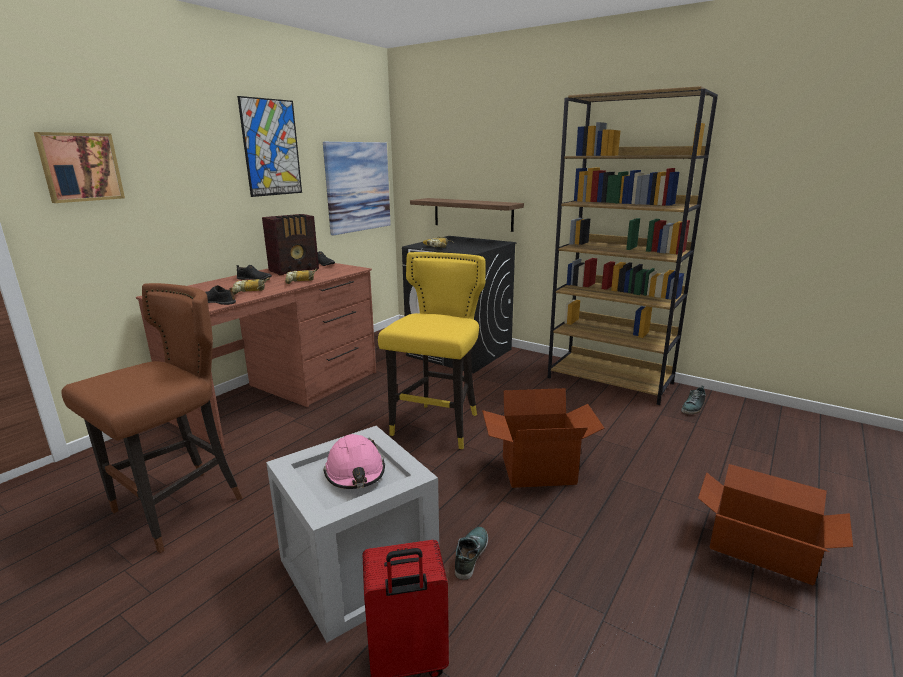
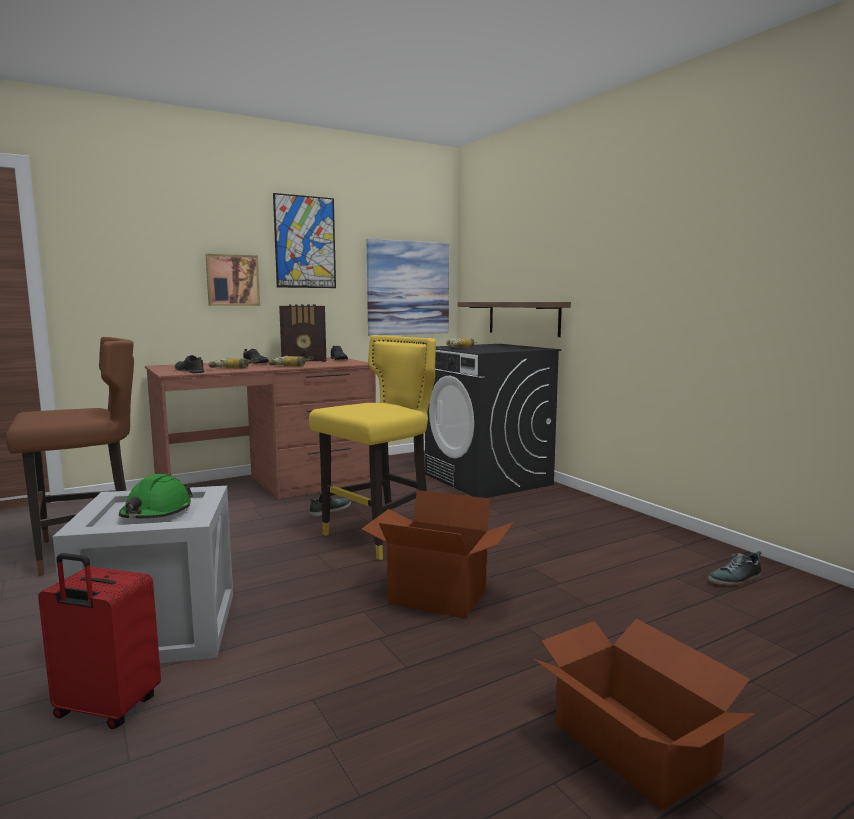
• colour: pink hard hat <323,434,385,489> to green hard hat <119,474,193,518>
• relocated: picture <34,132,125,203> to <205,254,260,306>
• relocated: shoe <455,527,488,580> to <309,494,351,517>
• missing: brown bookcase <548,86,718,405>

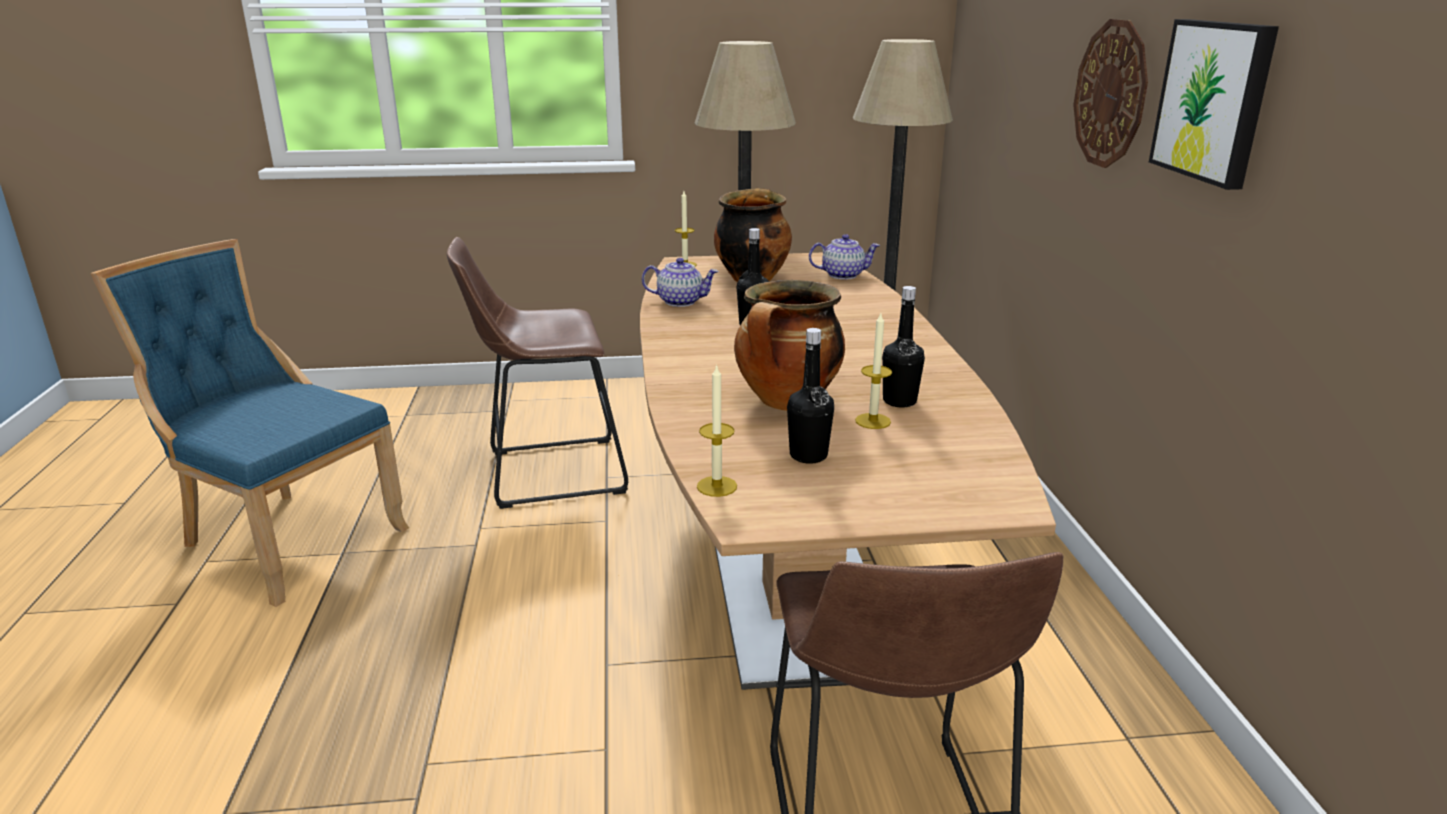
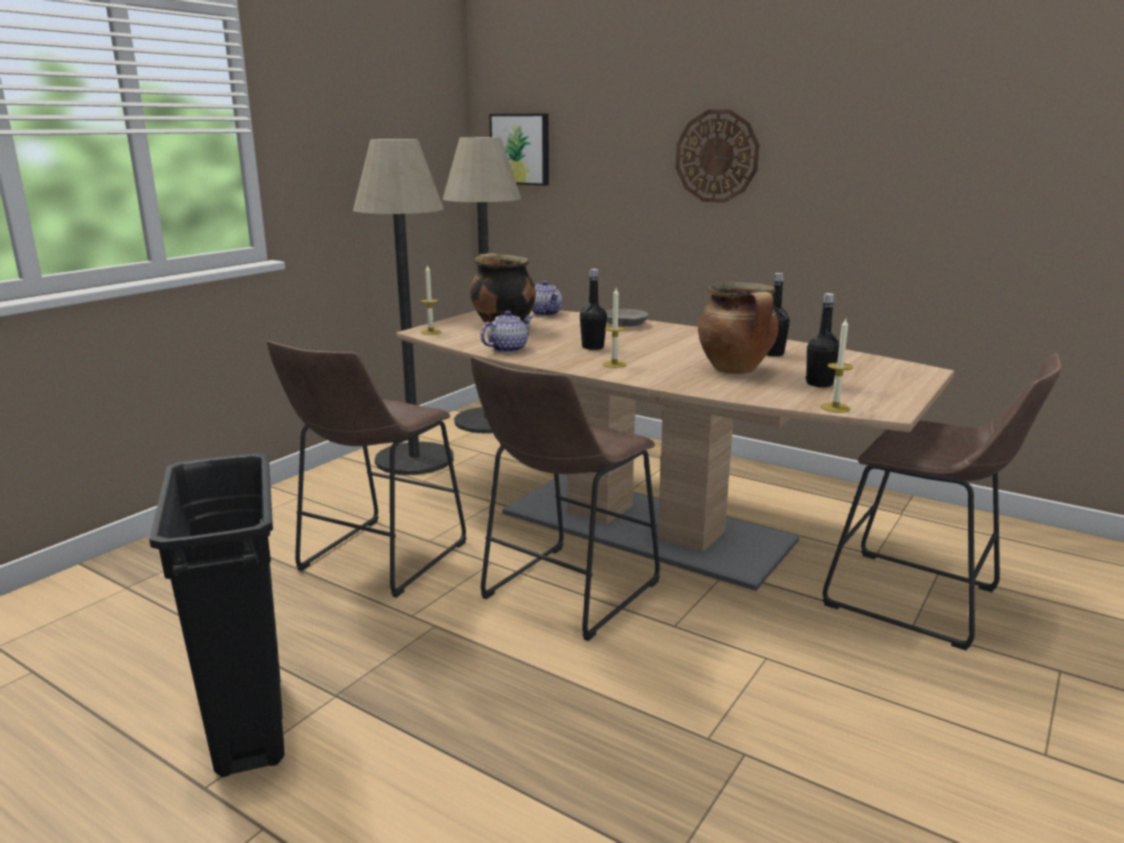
• exchanged: blue chair <90,239,409,607> to black trash can <149,453,284,777>
• appeared: brown stool <470,356,660,641>
• relocated: picture <1149,19,1279,190> to <489,113,549,186>
• spun: teapot <809,234,880,280> = <532,281,562,316> 120 degrees clockwise
• relocated: candle <855,314,892,429> to <603,288,626,368>
• appeared: grey bowl <606,309,648,327>

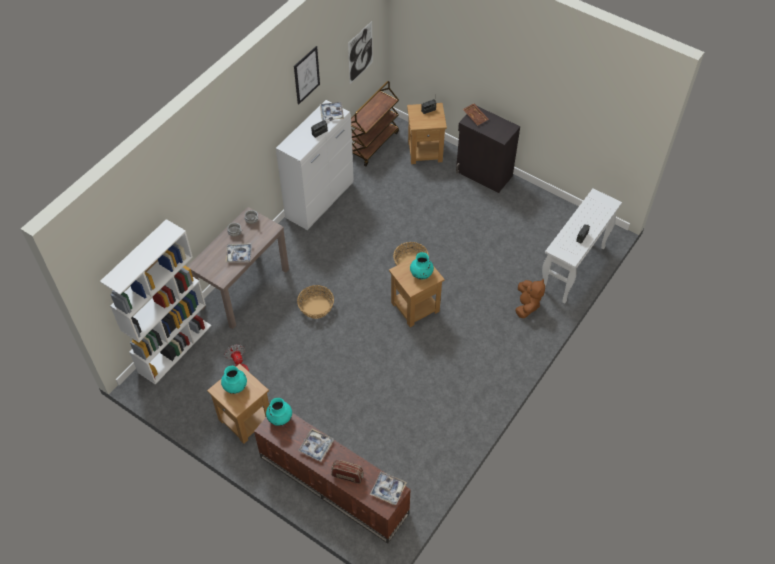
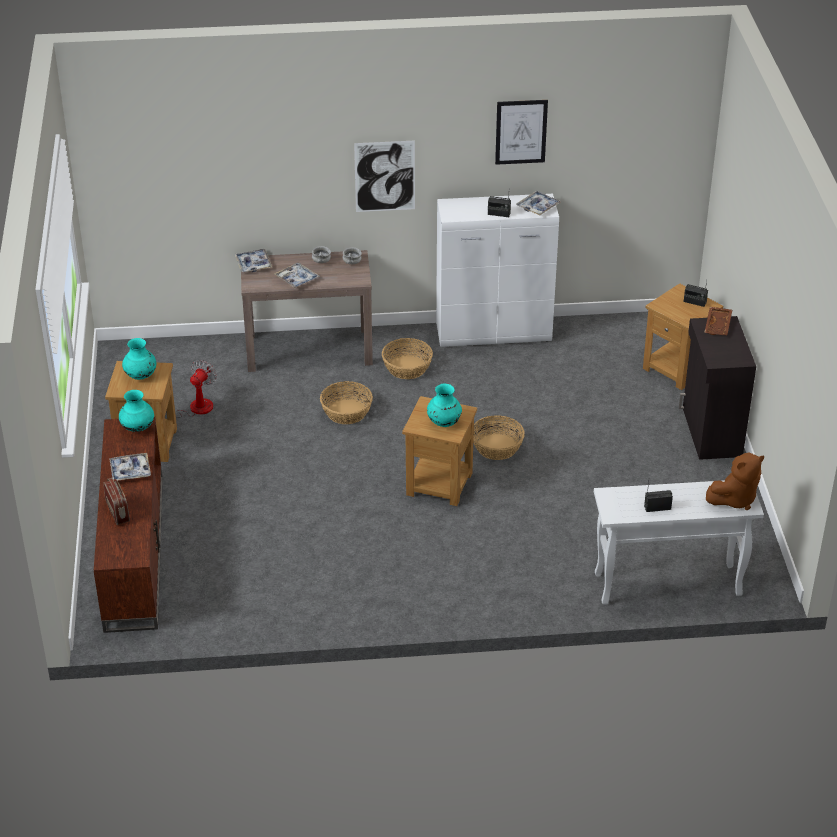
• relocated: tray <370,472,407,505> to <235,249,272,272>
• relocated: picture <348,21,373,84> to <354,141,415,212>
• appeared: basket <382,338,433,379>
• relocated: brown plush toy <515,279,545,318> to <706,452,764,510>
• missing: white bookcase <100,219,211,384>
• missing: brown cart <351,81,399,166>

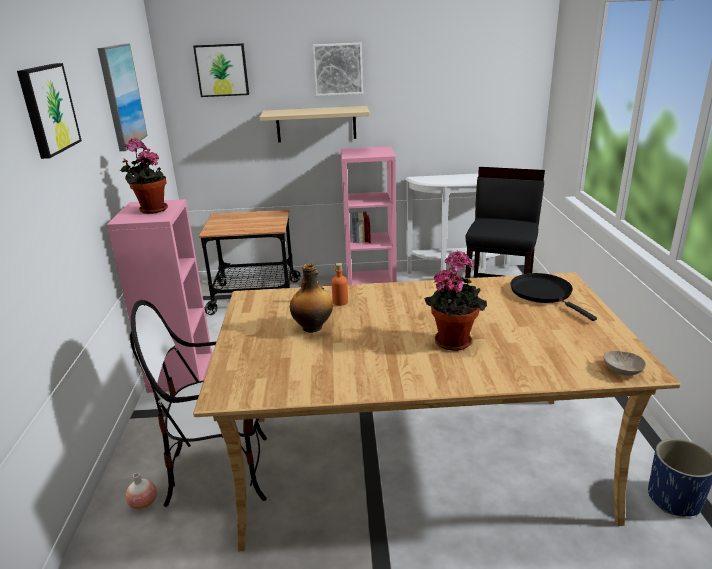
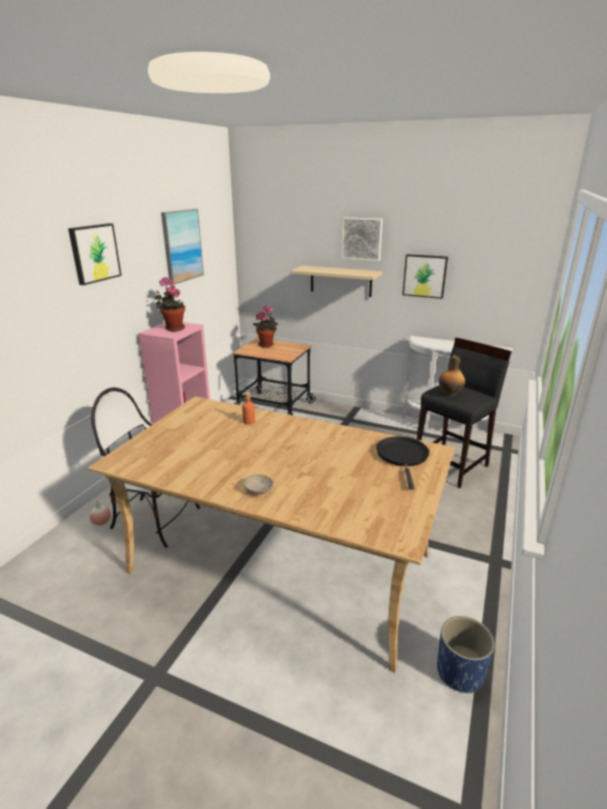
• relocated: beige bowl <603,351,646,376> to <244,474,273,495>
• relocated: potted plant <424,250,487,351> to <253,305,278,347>
• relocated: picture <193,43,249,97> to <402,254,448,299>
• relocated: bottle <290,263,333,333> to <439,356,465,397>
• missing: pink bookcase <341,146,397,285>

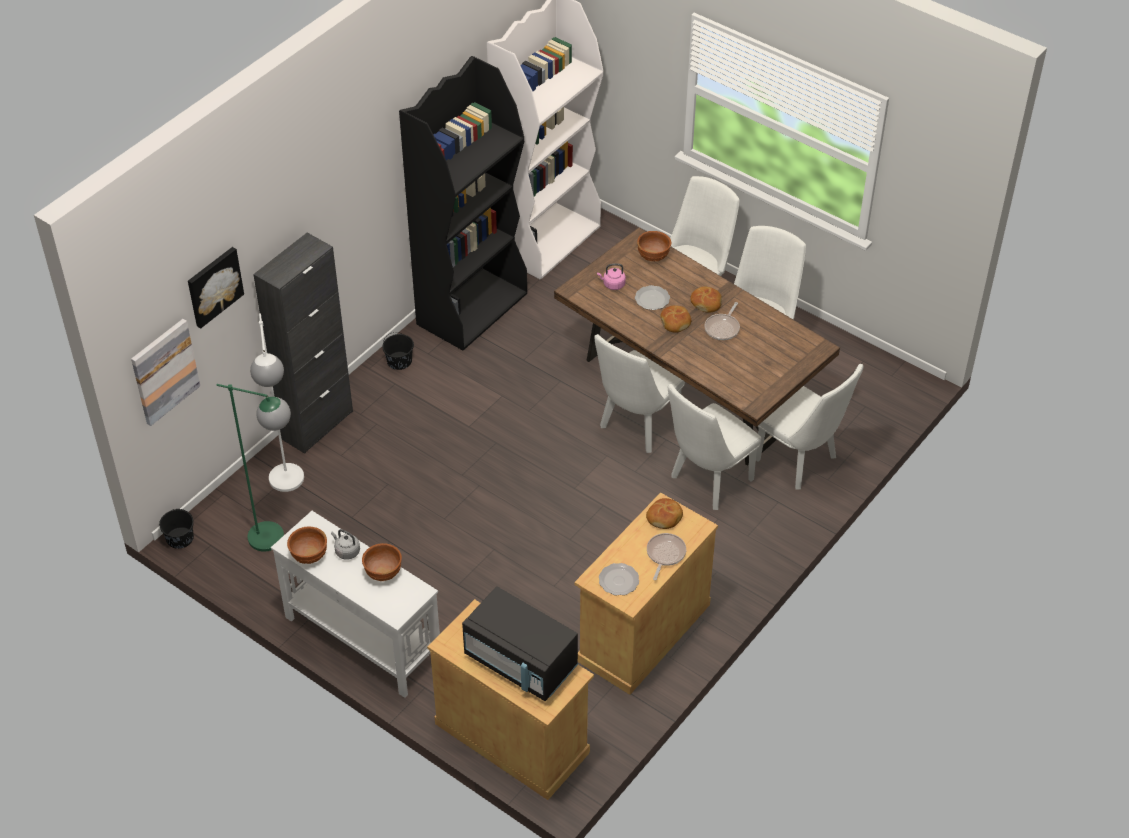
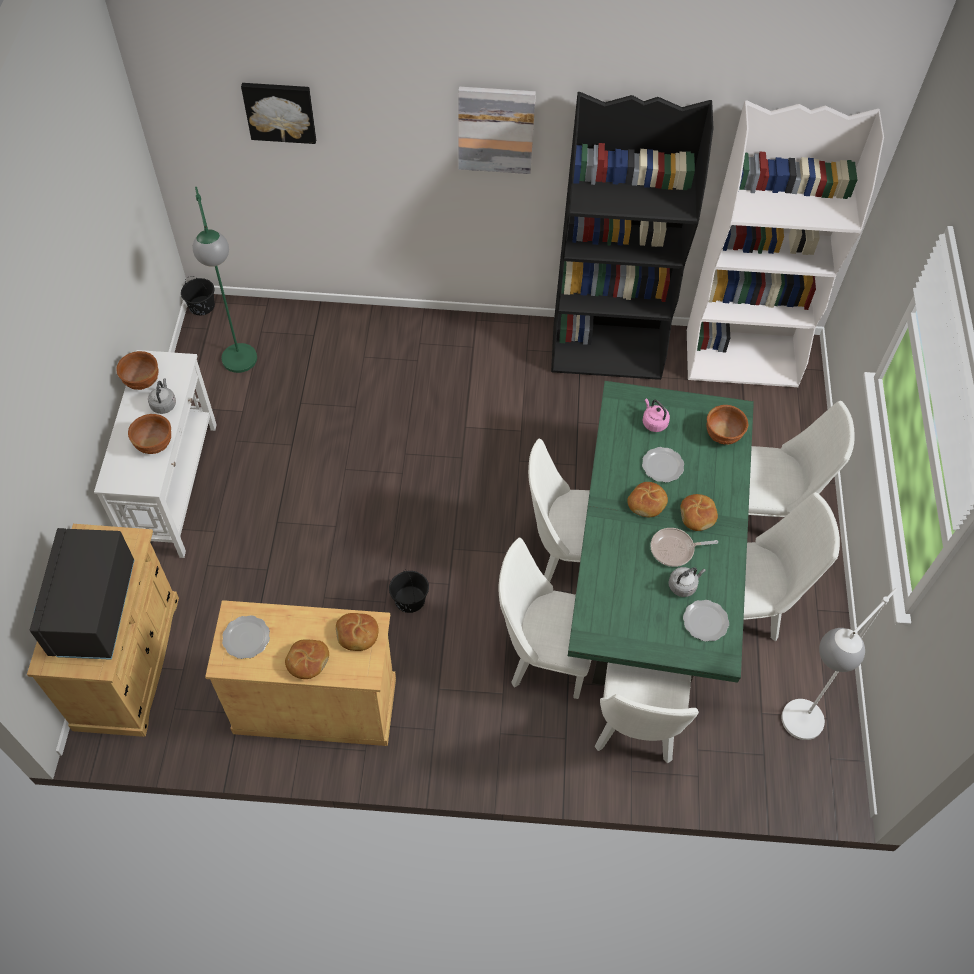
• exchanged: frying pan <647,533,686,580> to bread <285,639,329,679>
• relocated: black bucket <382,332,414,370> to <389,570,429,613>
• relocated: picture <131,319,200,426> to <458,86,536,174>
• colour: brown dining table <554,227,840,465> to green dining table <568,381,754,685>
• appeared: grey kettle <668,567,706,597>
• appeared: plate <683,600,729,642>
• relocated: white floor lamp <250,313,304,492> to <782,588,897,740>
• missing: black cabinet <253,233,353,454>

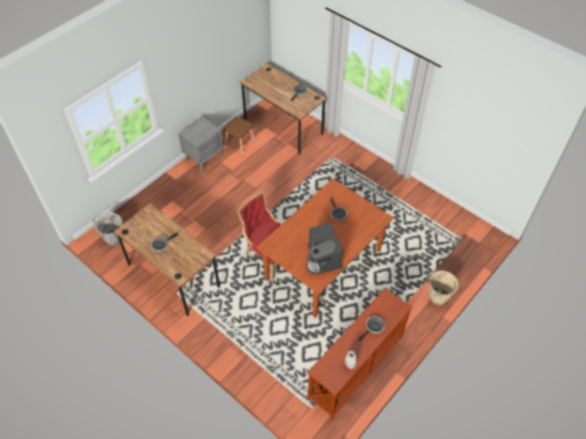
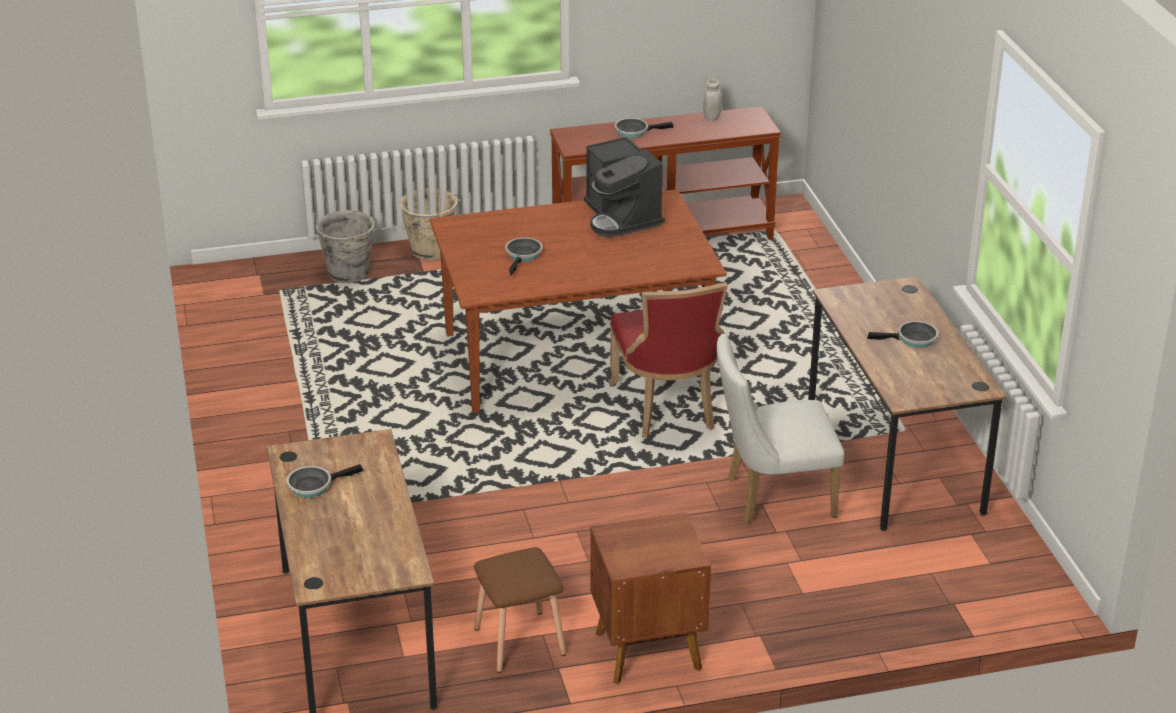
• relocated: grey bucket <93,211,123,246> to <315,210,377,283>
• spun: coffee machine <307,223,343,274> = <584,137,665,237> 135 degrees clockwise
• colour: grey nightstand <178,116,223,174> to brown nightstand <590,512,711,684>
• appeared: white chair <717,334,845,524>

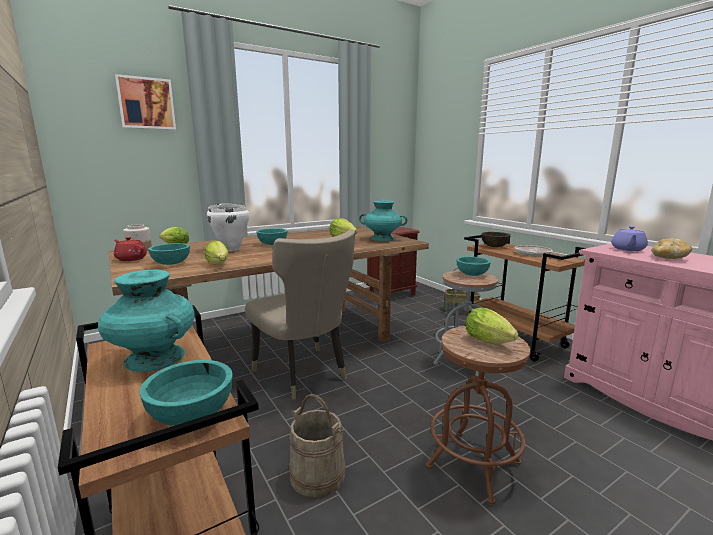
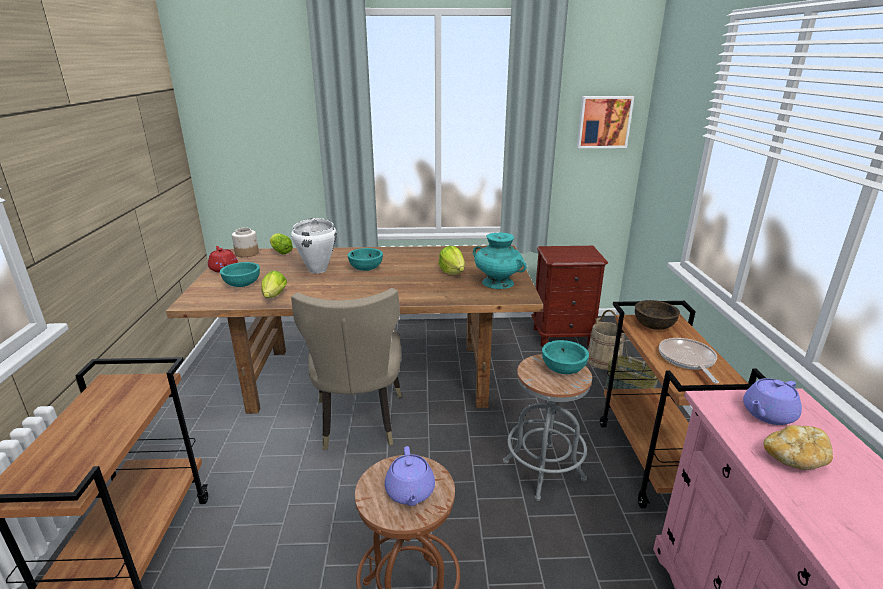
• exchanged: lettuce <466,308,519,344> to purple teapot <385,446,435,506>
• relocated: picture <115,74,176,130> to <577,96,634,148>
• relocated: beige bucket <289,394,346,498> to <587,310,625,370>
• missing: turquoise vase <98,270,195,372>
• missing: turquoise bowl <139,360,233,426>

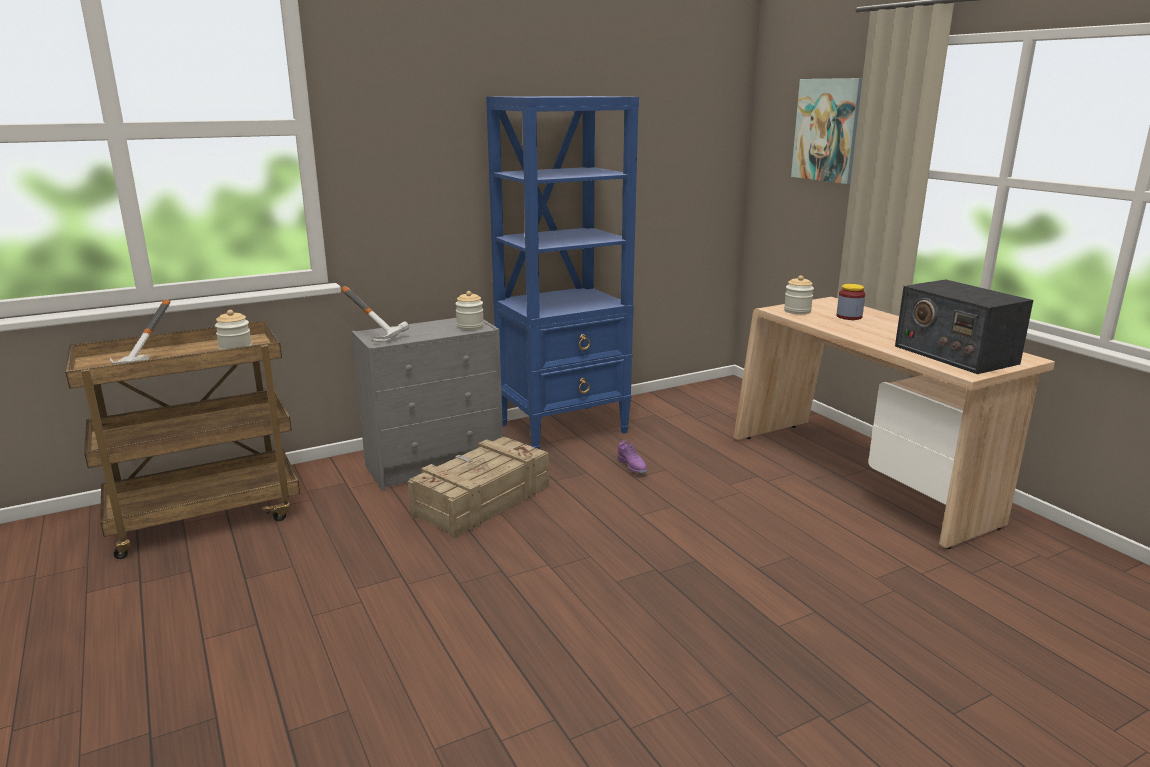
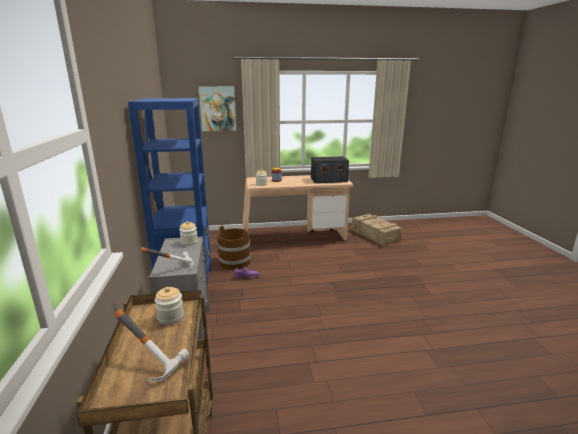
• appeared: brown bucket <217,225,251,270>
• relocated: crate <408,437,549,539> to <352,214,402,246>

